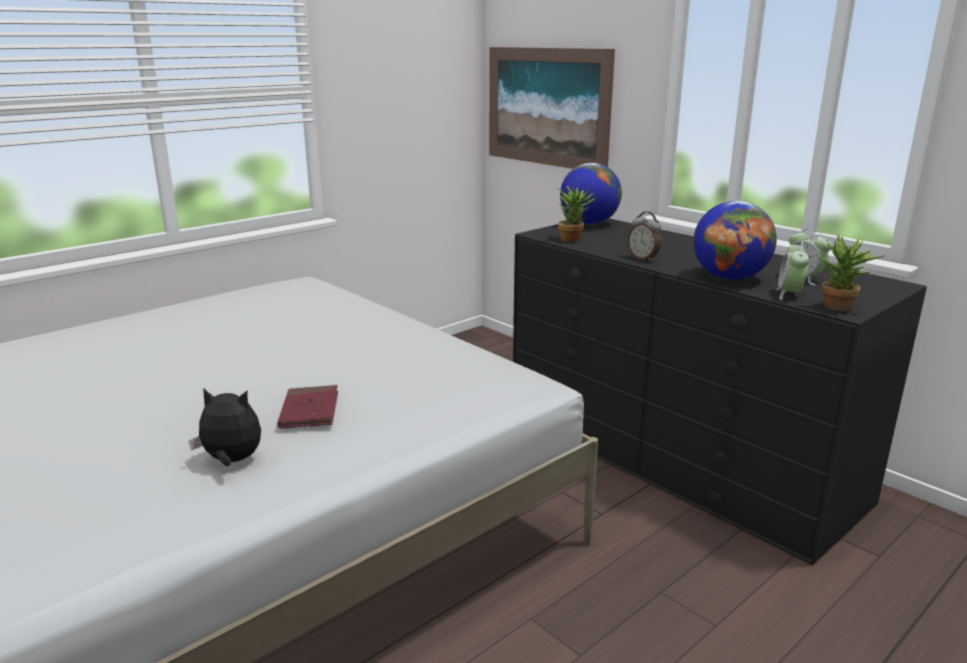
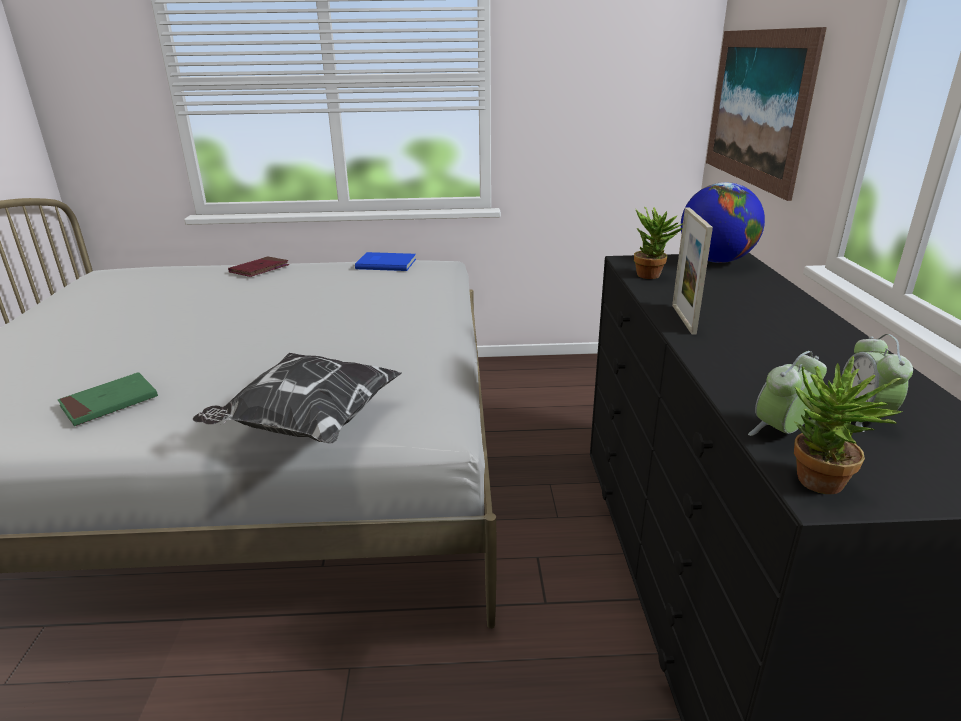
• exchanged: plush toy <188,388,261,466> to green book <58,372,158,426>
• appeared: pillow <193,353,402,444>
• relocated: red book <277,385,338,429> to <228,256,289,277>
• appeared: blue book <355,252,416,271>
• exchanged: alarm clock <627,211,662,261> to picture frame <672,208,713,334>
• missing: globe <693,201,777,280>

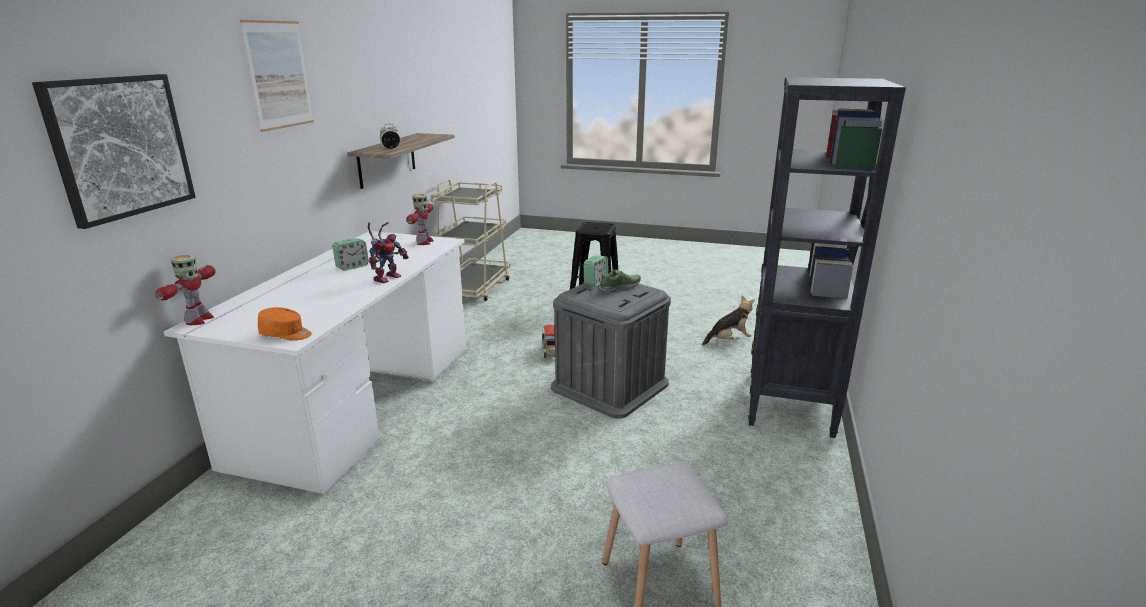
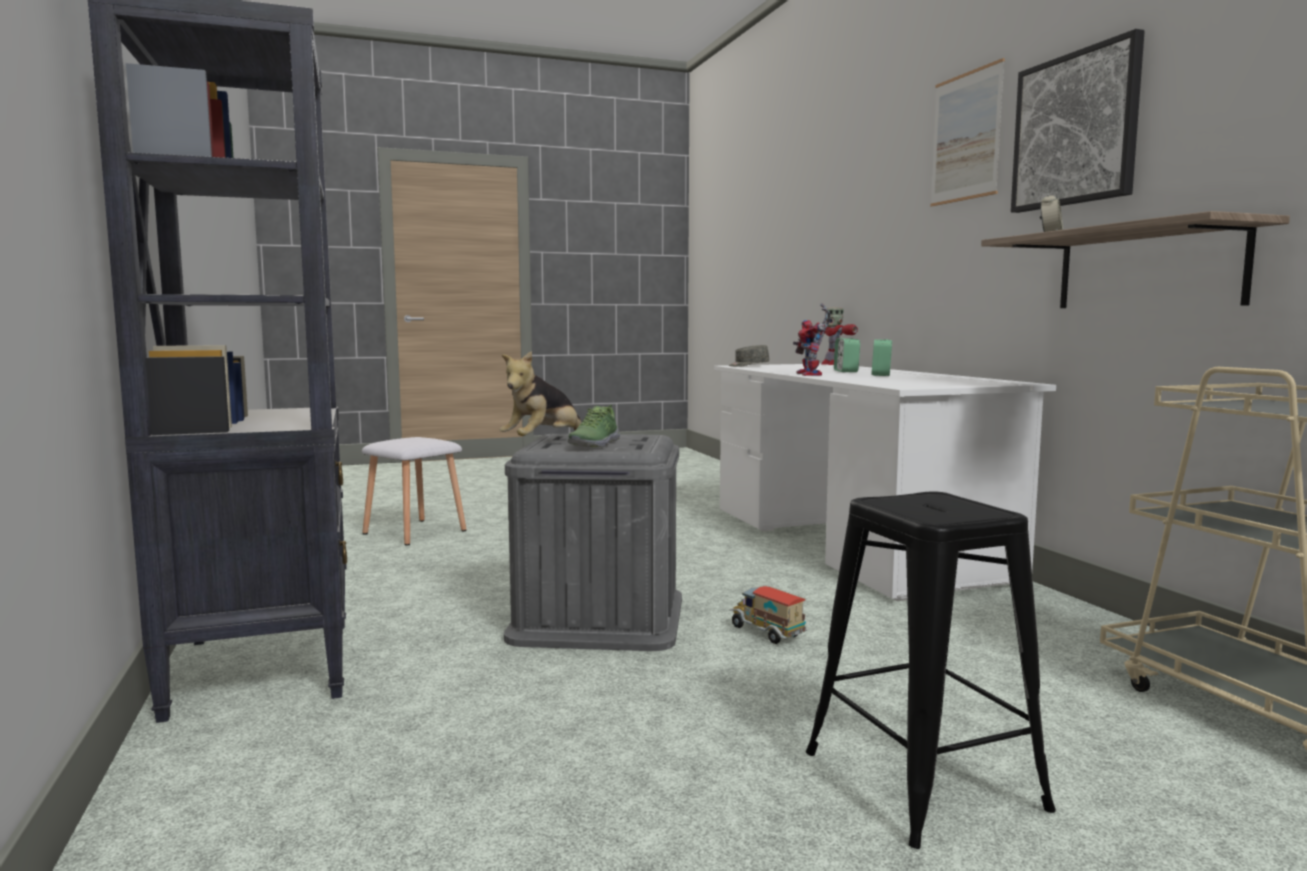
• relocated: plush toy <702,295,755,346> to <500,351,582,436>
• colour: orange cap <258,307,312,341> to grey cap <729,345,769,367>
• relocated: alarm clock <584,255,608,286> to <834,338,860,372>
• relocated: picture <32,74,196,229> to <1011,29,1145,213>
• missing: toy robot <406,194,434,245>

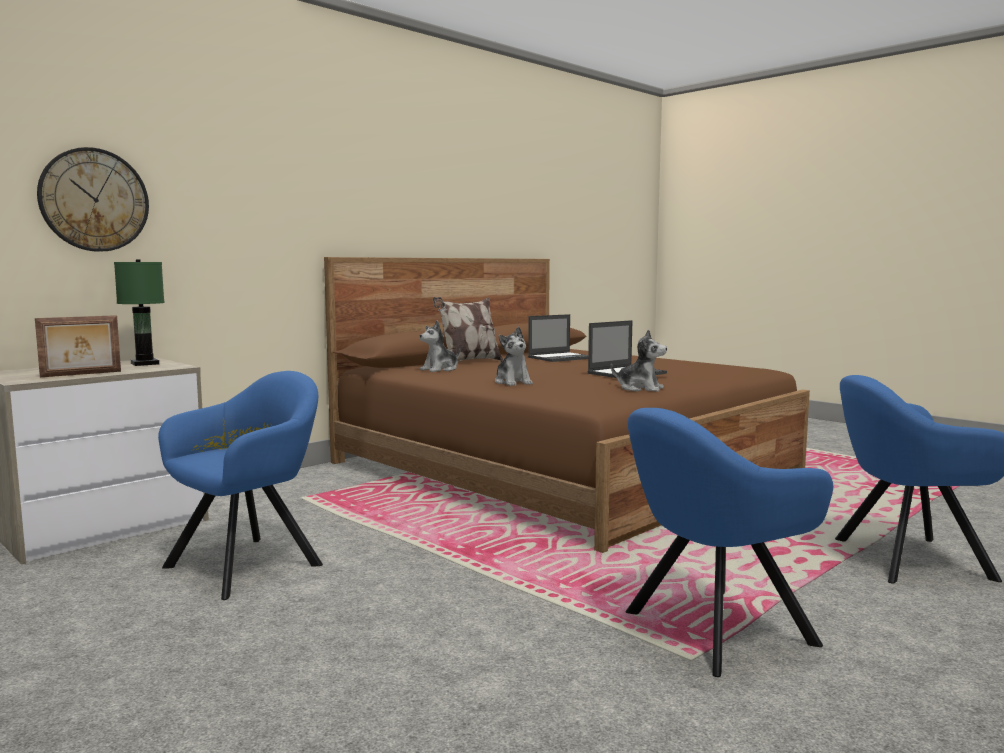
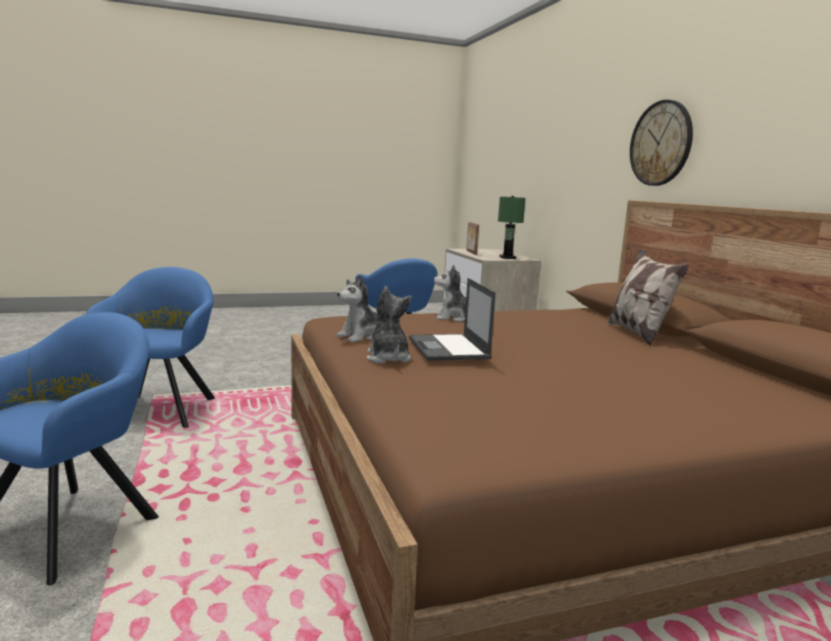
• relocated: plush toy <420,320,460,372> to <366,286,412,364>
• relocated: wall clock <37,147,149,252> to <630,100,693,186>
• missing: laptop <528,314,588,362>

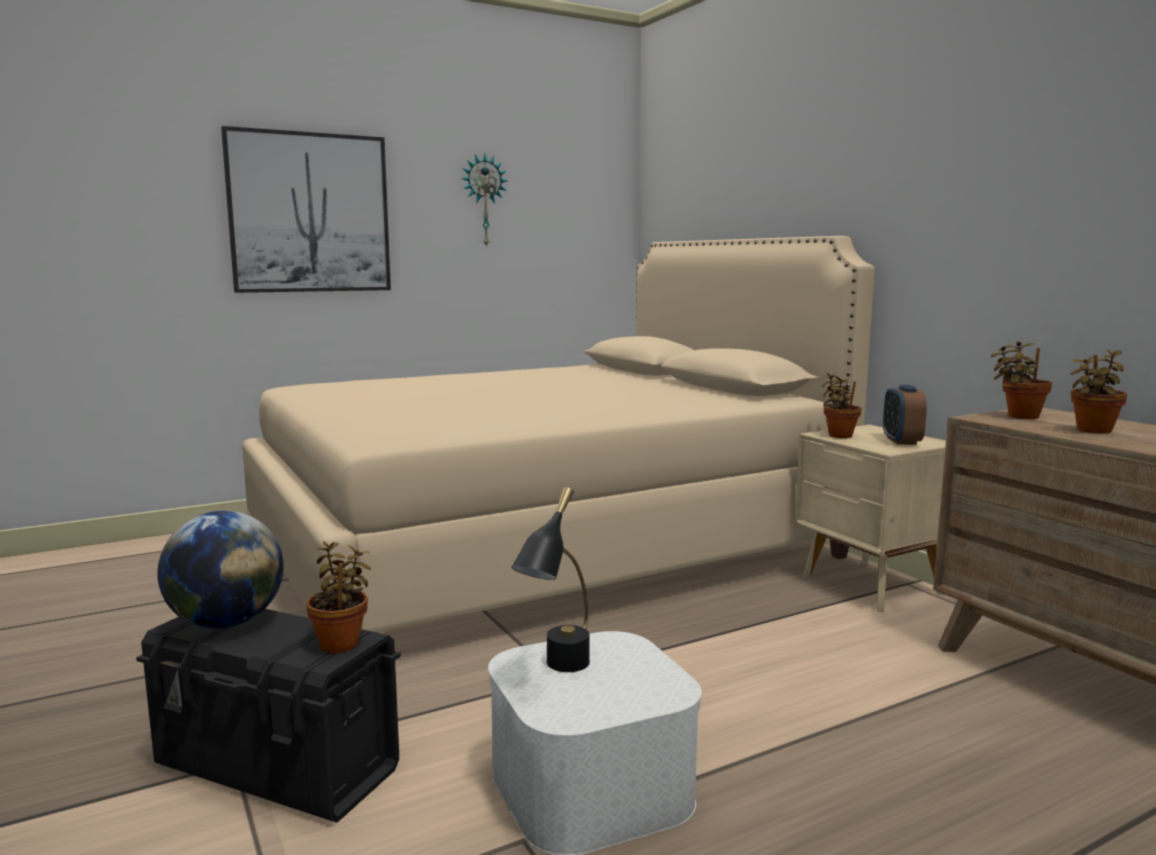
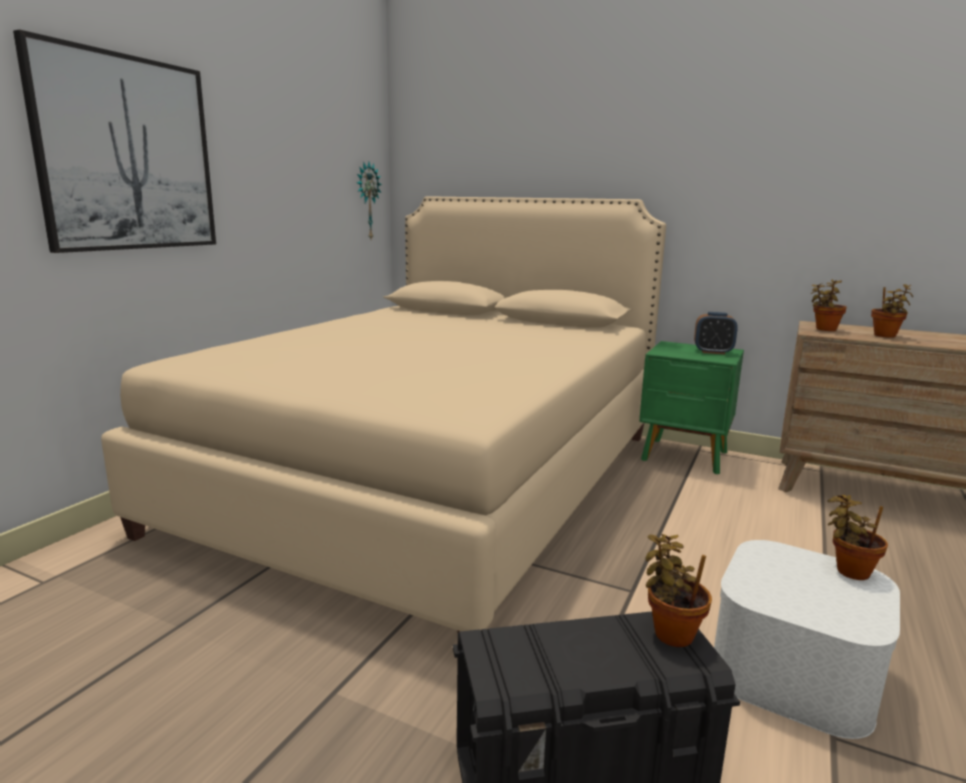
• relocated: wall clock <461,153,508,248> to <357,162,382,239>
• colour: beige nightstand <795,425,946,612> to green nightstand <639,341,744,474>
• spun: alarm clock <883,385,927,445> = <694,312,738,354> 45 degrees counterclockwise
• relocated: potted plant <822,373,862,438> to <827,495,888,580>
• missing: globe <157,511,284,629>
• missing: black table lamp <511,487,590,672>

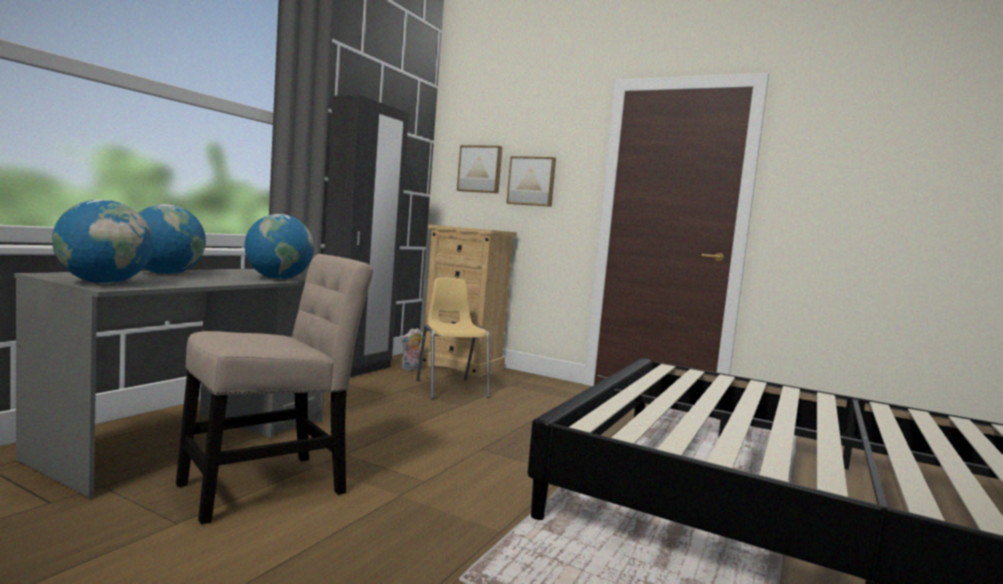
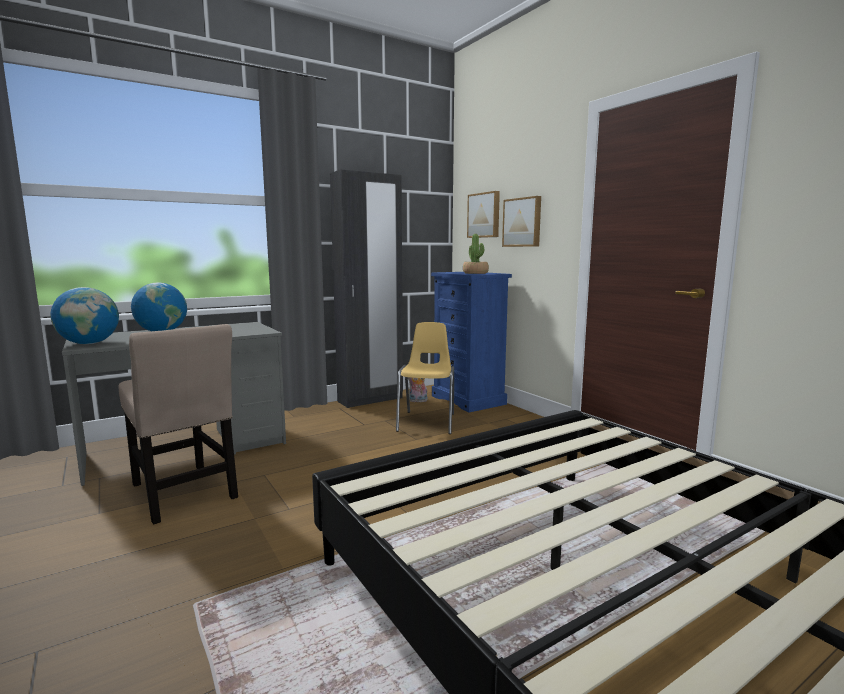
• spun: beige chair <176,254,373,524> = <118,324,238,525> 60 degrees clockwise
• colour: beige dresser <422,224,517,377> to blue dresser <431,272,512,413>
• appeared: potted plant <463,234,489,274>
• missing: globe <245,214,314,279>

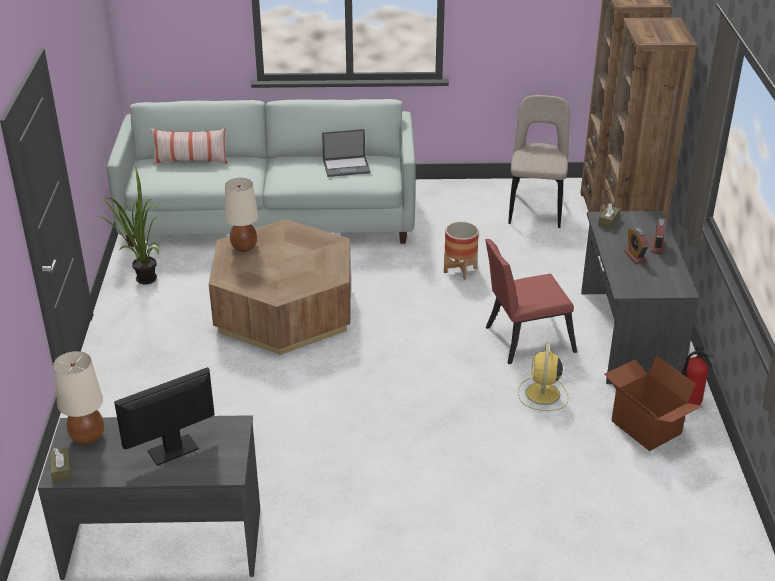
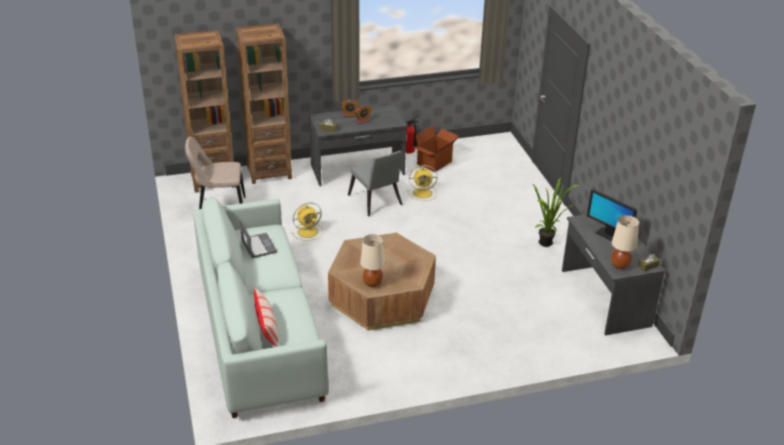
• exchanged: planter <444,222,479,280> to yellow fan <291,202,323,241>
• colour: red chair <485,239,577,364> to grey chair <348,151,403,216>
• relocated: potted plant <98,167,160,285> to <533,177,580,247>

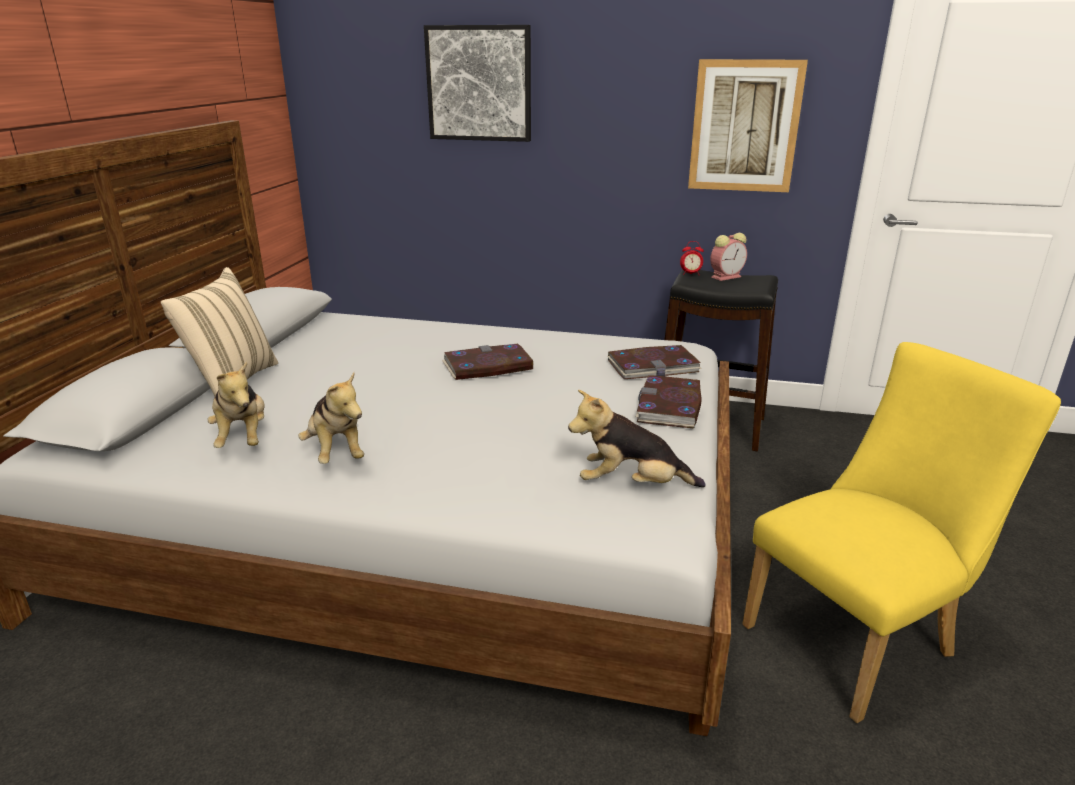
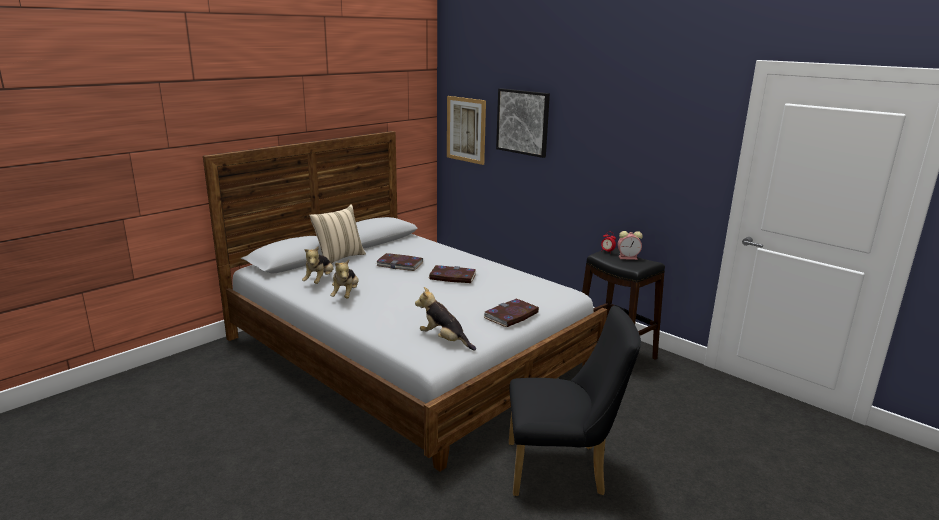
• relocated: book <607,345,702,379> to <376,253,424,271>
• relocated: picture <688,59,808,192> to <447,96,486,165>
• colour: yellow chair <742,342,1061,723> to black chair <509,306,641,496>

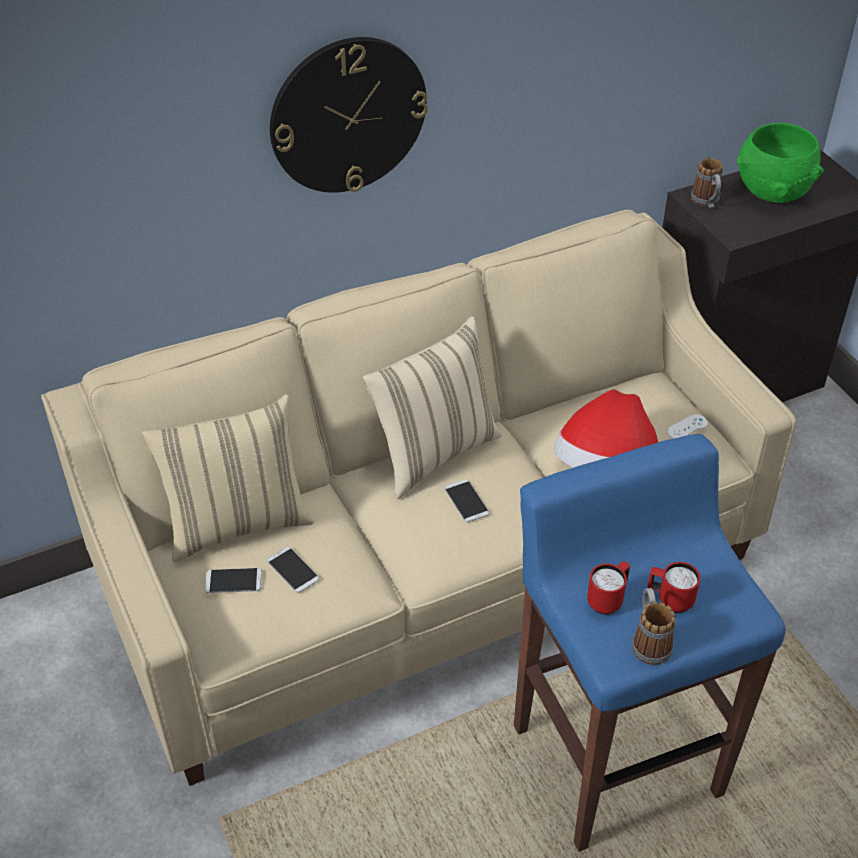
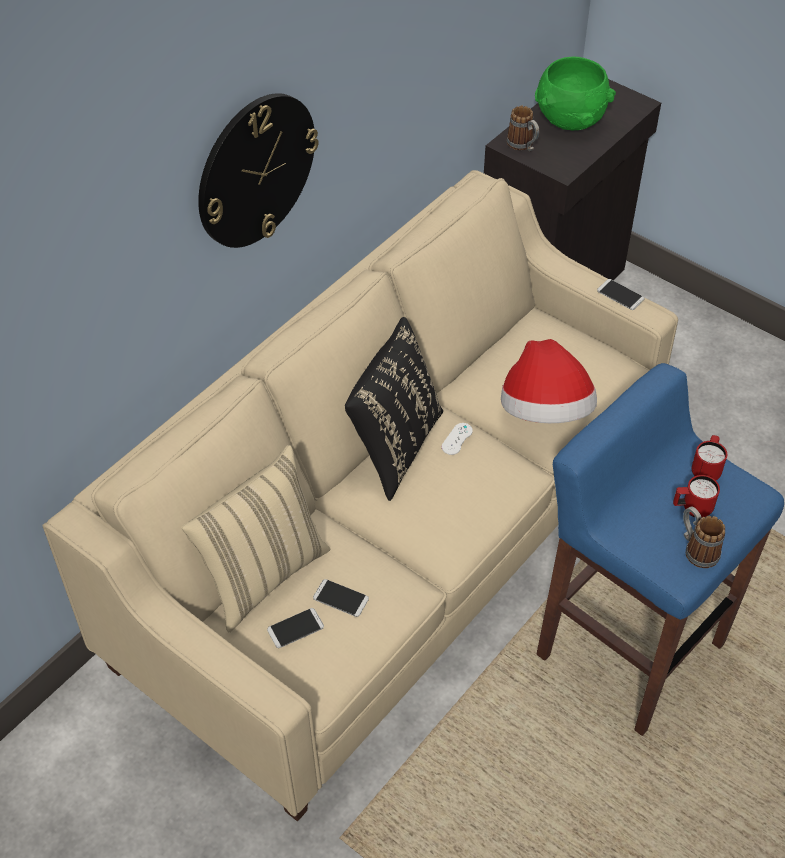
• colour: beige pillow <363,316,502,499> to black pillow <345,317,443,501>
• relocated: white game controller <667,414,707,439> to <442,423,473,455>
• relocated: phone <445,479,489,522> to <597,279,645,310>
• relocated: red mug <587,561,630,615> to <692,435,727,480>

